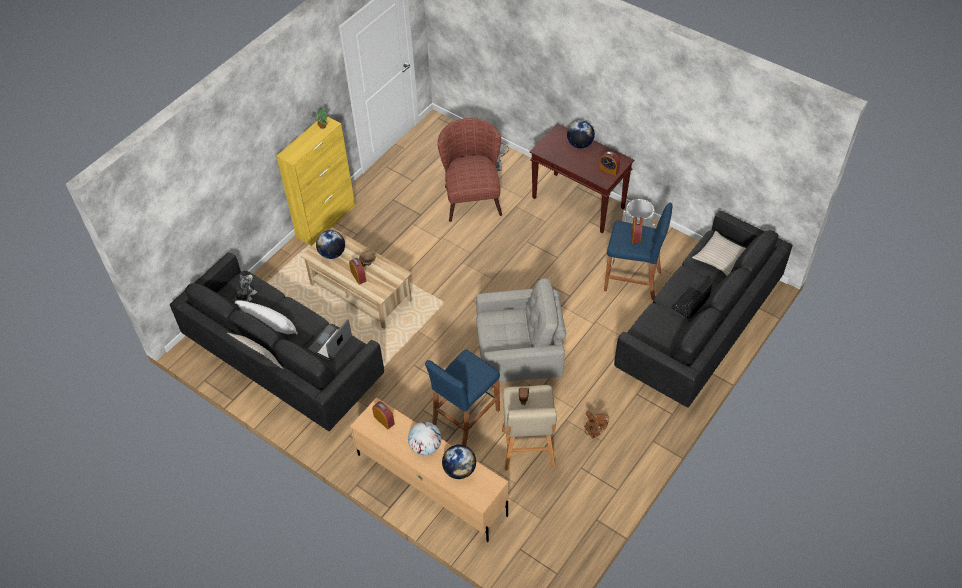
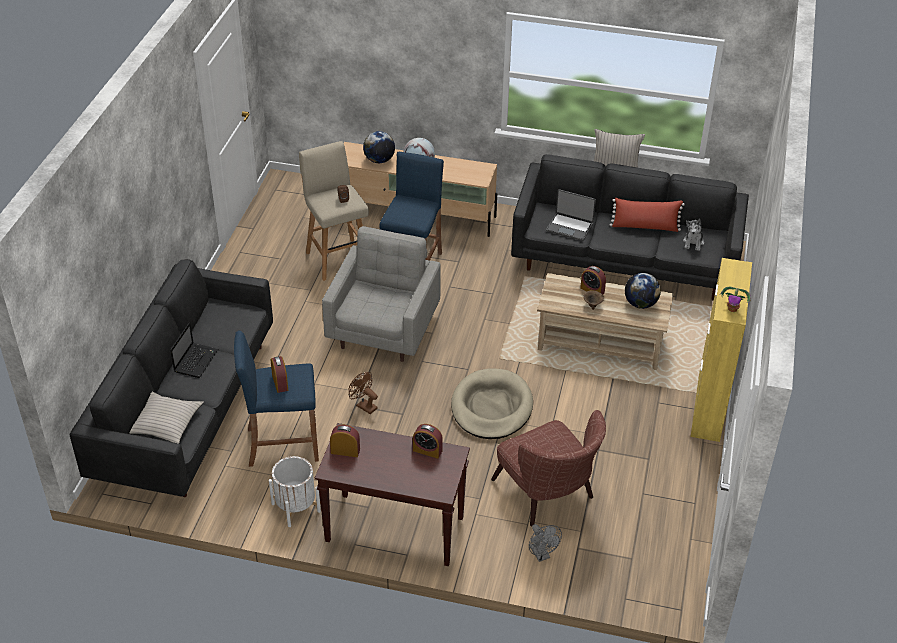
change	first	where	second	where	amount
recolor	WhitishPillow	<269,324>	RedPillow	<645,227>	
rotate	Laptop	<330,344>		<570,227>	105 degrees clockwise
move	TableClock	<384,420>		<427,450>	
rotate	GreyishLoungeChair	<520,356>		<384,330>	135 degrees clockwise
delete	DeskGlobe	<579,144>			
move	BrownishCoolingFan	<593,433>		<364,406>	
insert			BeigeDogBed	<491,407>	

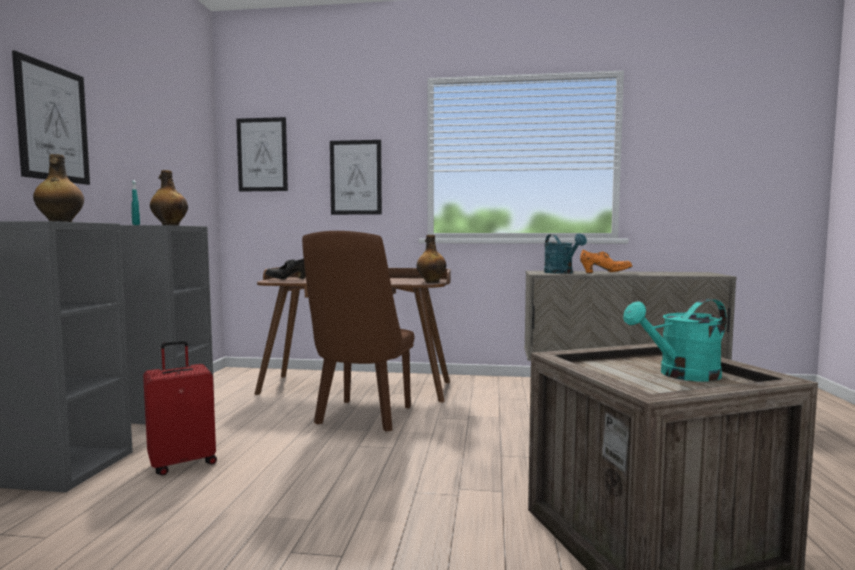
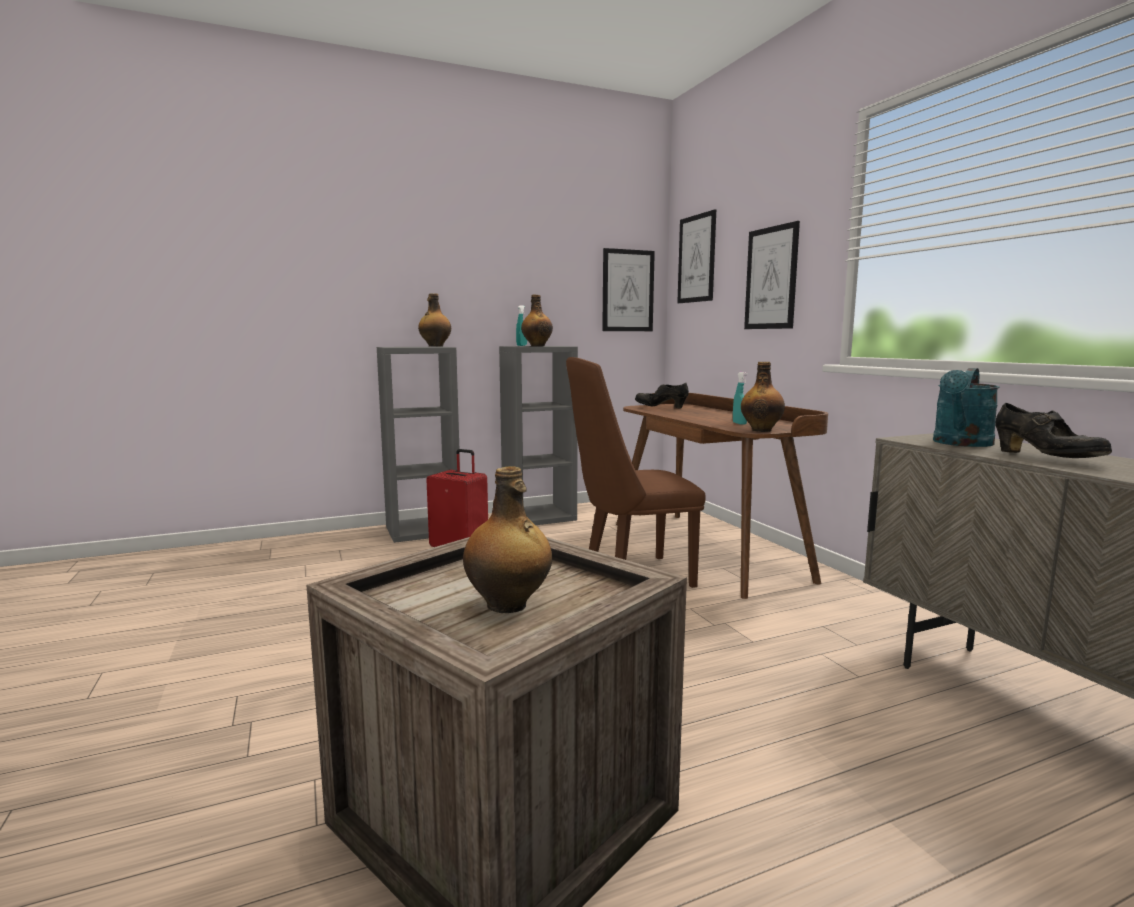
change	first	where	second	where	amount
move	Picture	<53,123>		<628,291>	
recolor	OrangeColouredItemOfFootwear	<605,273>	BlackItemOfFootwear	<1045,458>	
replace	TurquoiseWateringCan	<681,375>	DrinkBottle	<508,605>	
insert			TurquoiseSprayer	<739,423>	

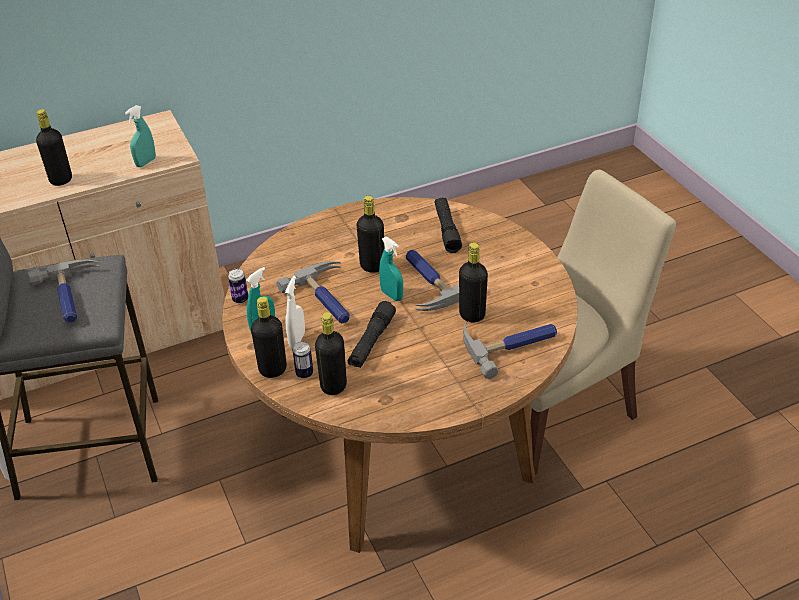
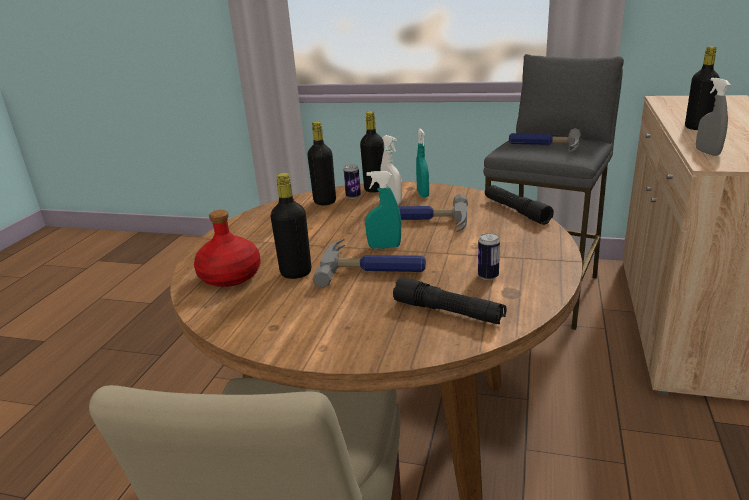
change	first	where	second	where	amount
recolor	TurquoiseSprayer	<146,162>	GreyishSprayer	<707,152>	
move	Can	<240,299>		<488,276>	
move	BlackTorch	<371,341>		<516,211>	
delete	BlackDrinkBottle	<372,266>			
replace	ToolHammer	<511,344>	RedDrinkBottle	<231,276>	

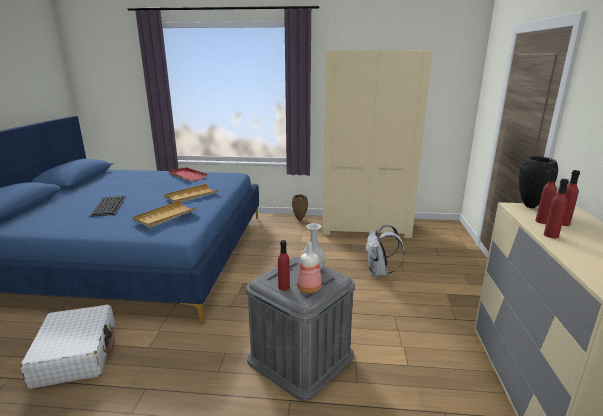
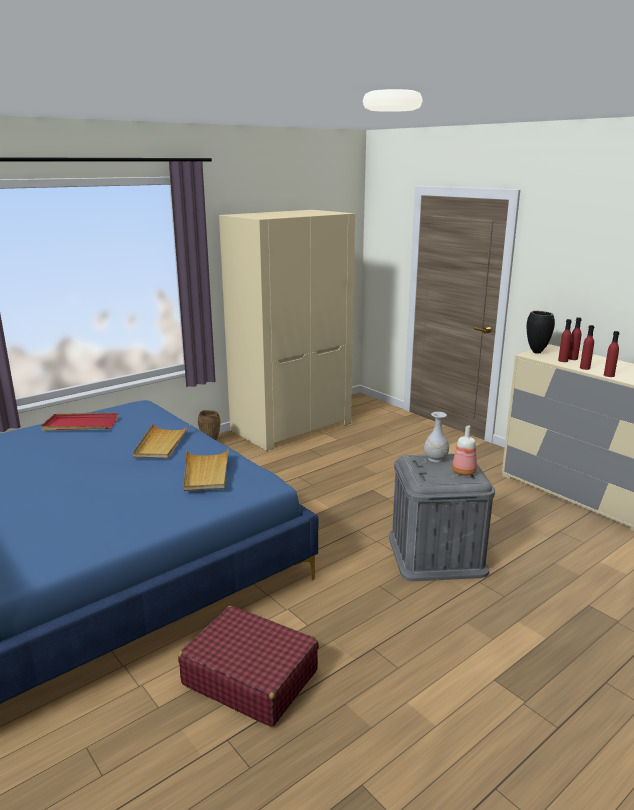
change	first	where	second	where	amount
recolor	WhitishTravelCase	<76,354>	RedTravelCase	<250,677>	
delete	ComputerKeyboard	<108,205>			
move	RedDrinkBottle	<284,287>		<609,375>	
delete	WhitishBackpack	<379,272>			

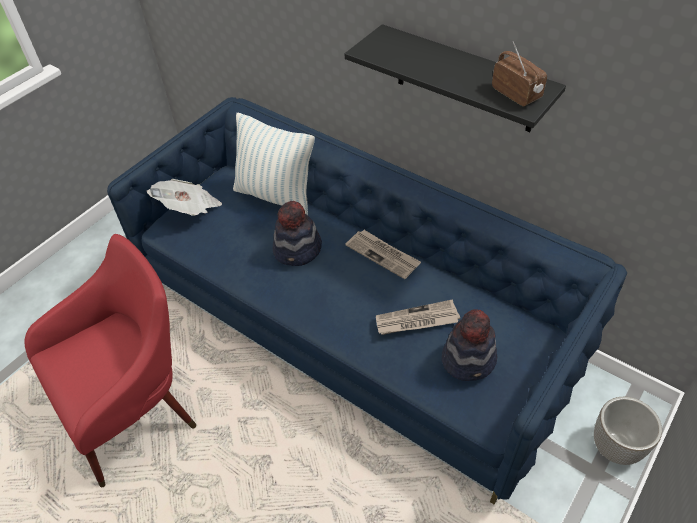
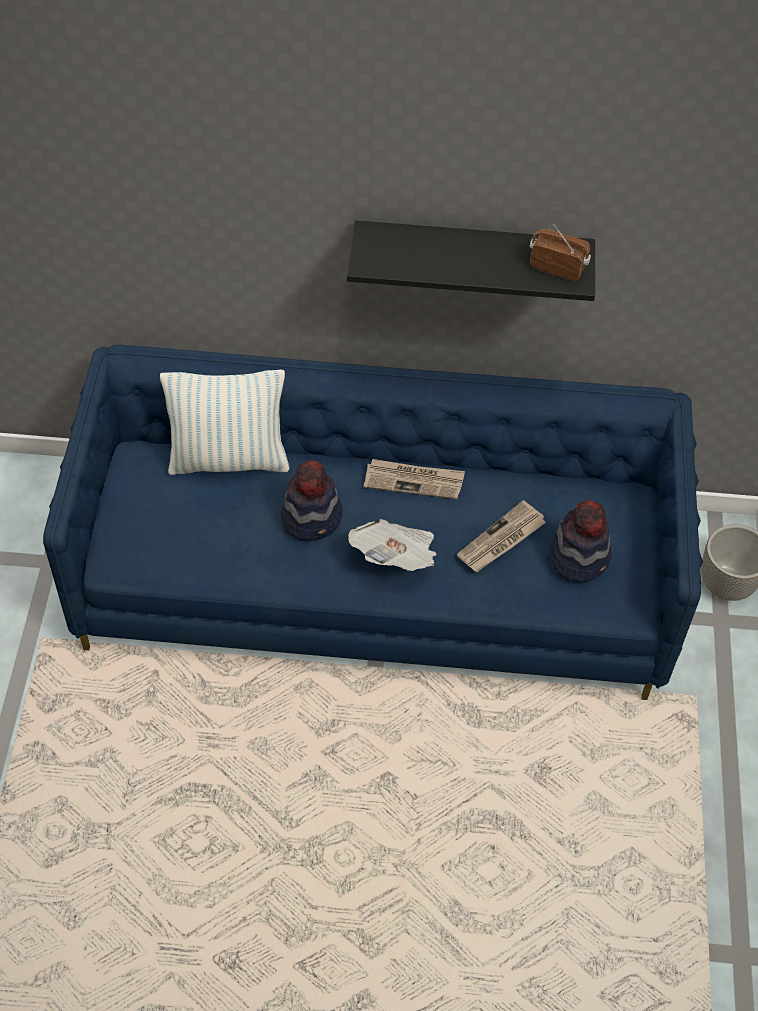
change	first	where	second	where	amount
delete	RedLoungeChair	<137,411>			
move	PrintedPaper	<189,208>		<396,558>	

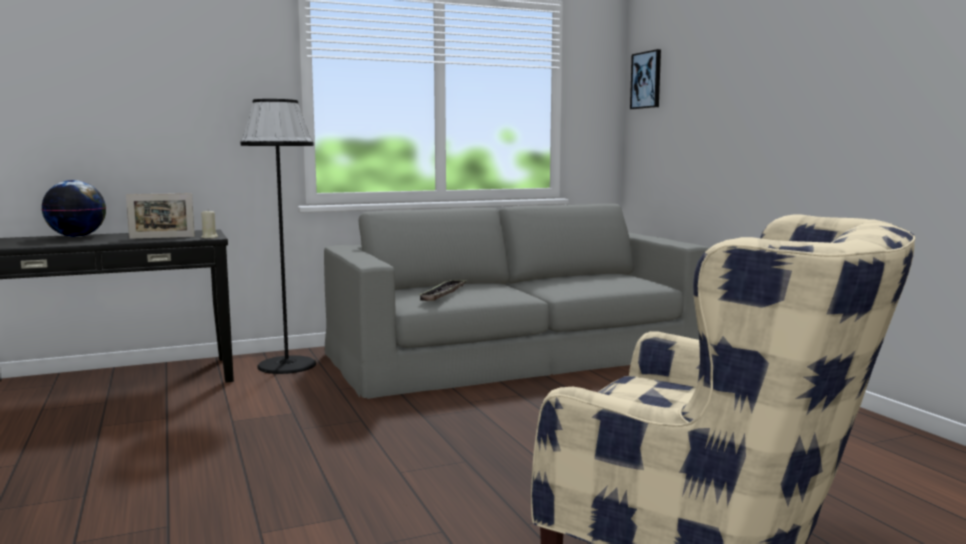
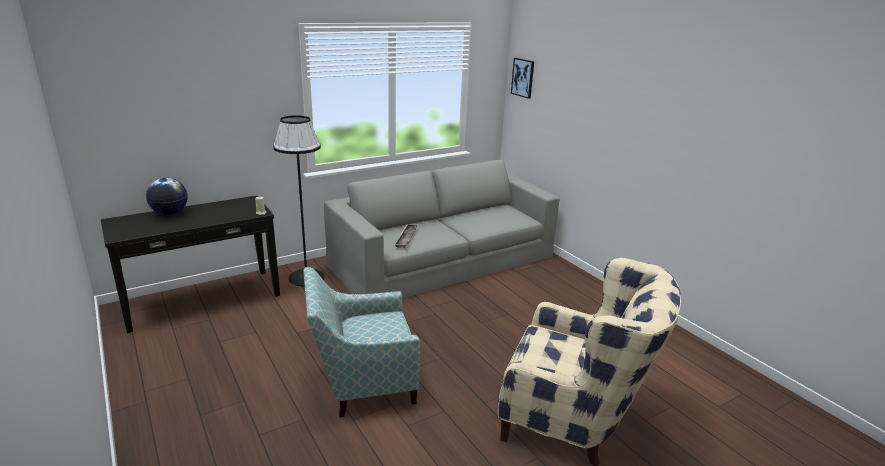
change	first	where	second	where	amount
delete	StandingFrame	<162,237>			
insert			LoungeChair	<361,383>	

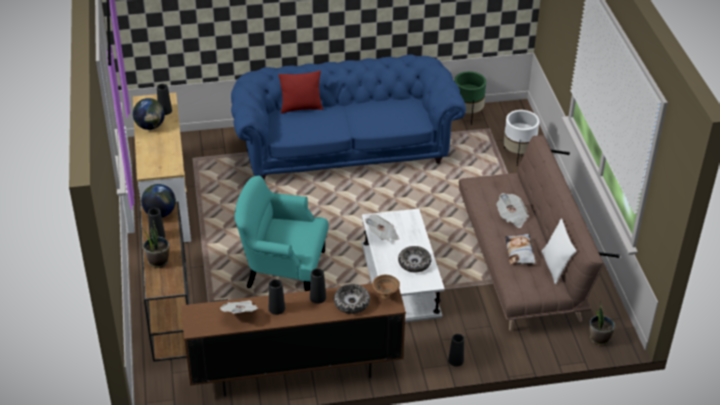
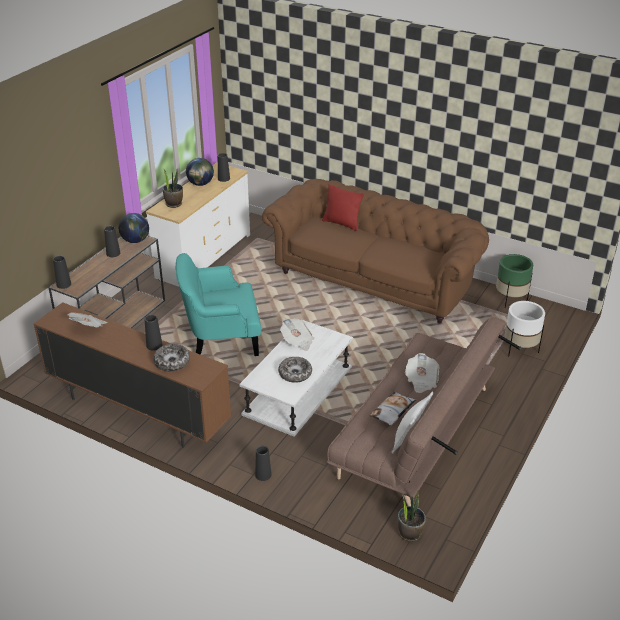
change	first	where	second	where	amount
move	Houseplant	<158,261>		<174,204>	
recolor	BlueSettee	<344,148>	BrownishSettee	<375,279>	
rotate	TurquoiseLoungeChair	<283,270>		<221,339>	60 degrees counterclockwise
move	BlackVase	<276,308>		<63,284>	
delete	BrownishServingBowl	<385,295>			

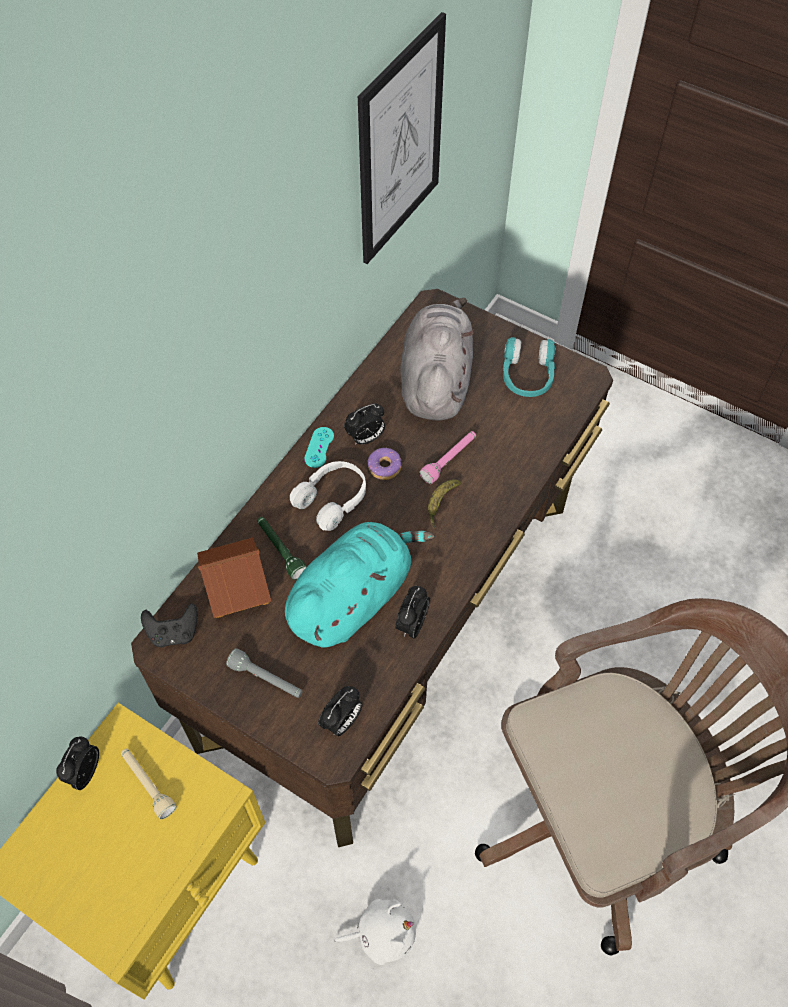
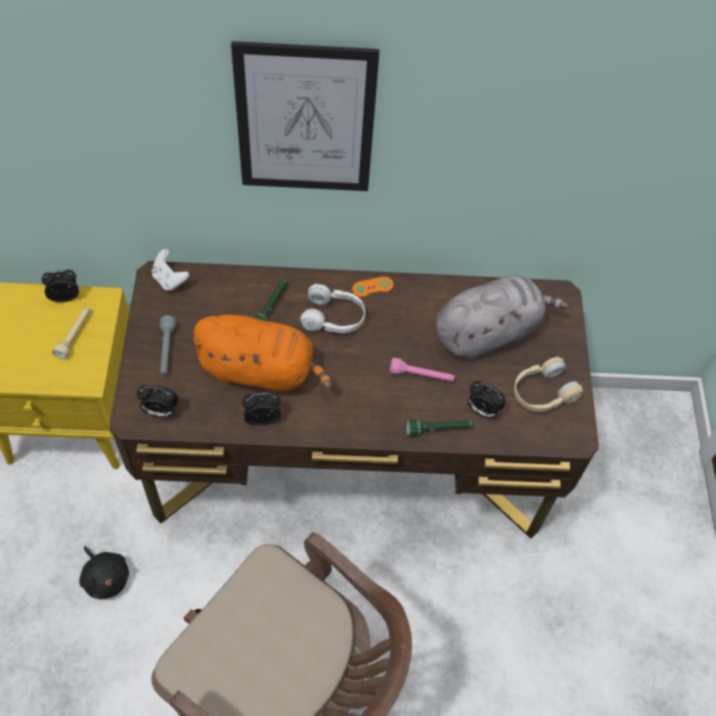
change	first	where	second	where	amount
recolor	BlackJoypad	<174,633>	WhitishJoypad	<169,280>	
delete	MiniatureHouse	<235,585>			
recolor	TurquoisePlushToy	<353,597>	OrangeColouredPlushToy	<261,370>	
recolor	TurquoiseJoypad	<319,447>	OrangeColouredJoypad	<372,287>	
recolor	WhitishPlushToy	<382,934>	BlackPlushToy	<105,577>	
move	TableClock	<365,438>		<482,410>	
move	Picture	<400,143>		<305,120>	
delete	Donut	<385,467>			
delete	Banana	<441,504>			
recolor	TurquoiseHeadphones	<527,376>	BeigeHeadphones	<542,392>	
insert			GreenishTorch	<439,429>	

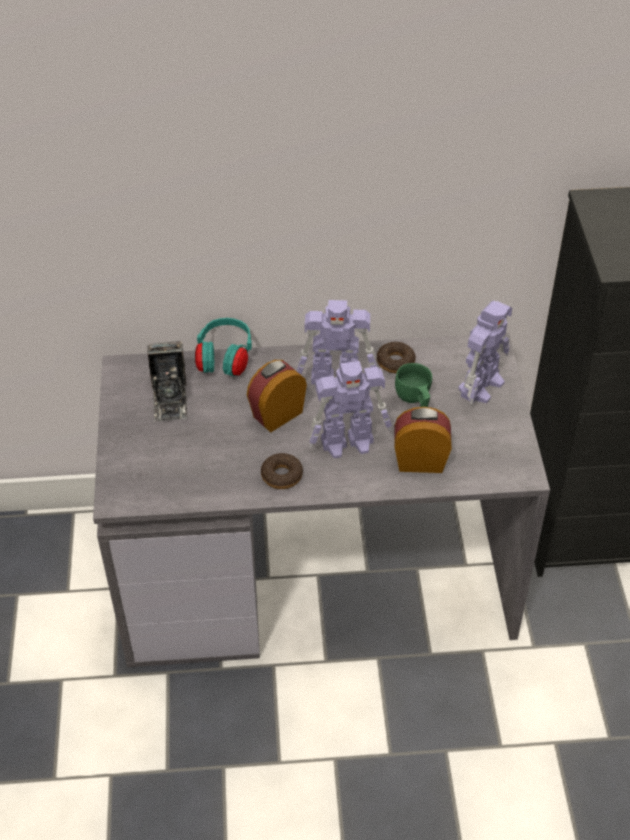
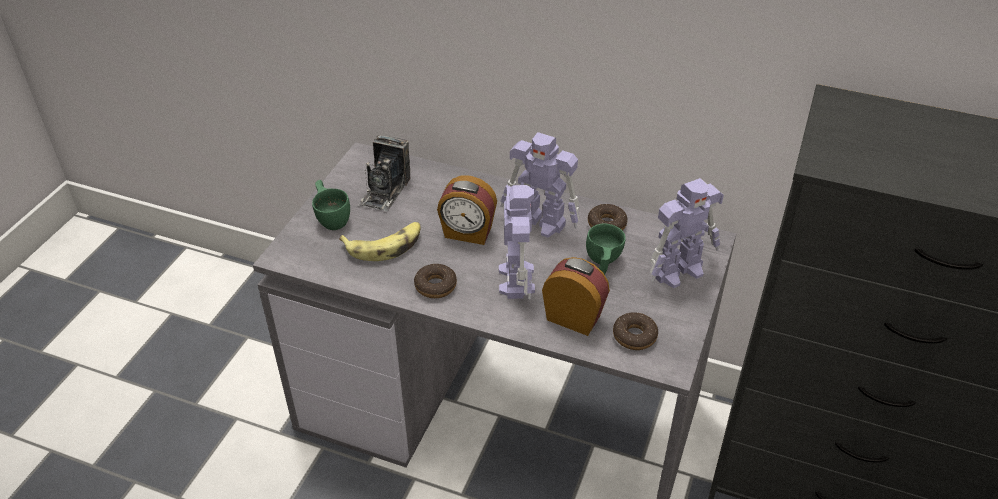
change	first	where	second	where	amount
delete	TurquoiseHeadphones	<225,360>			
rotate	TableClock	<277,414>		<467,233>	150 degrees counterclockwise
rotate	ToyRobot	<349,442>		<516,278>	105 degrees counterclockwise
insert			GreenishDrinkingCup	<332,217>	
insert			Banana	<385,245>	
insert			Donut	<634,336>	

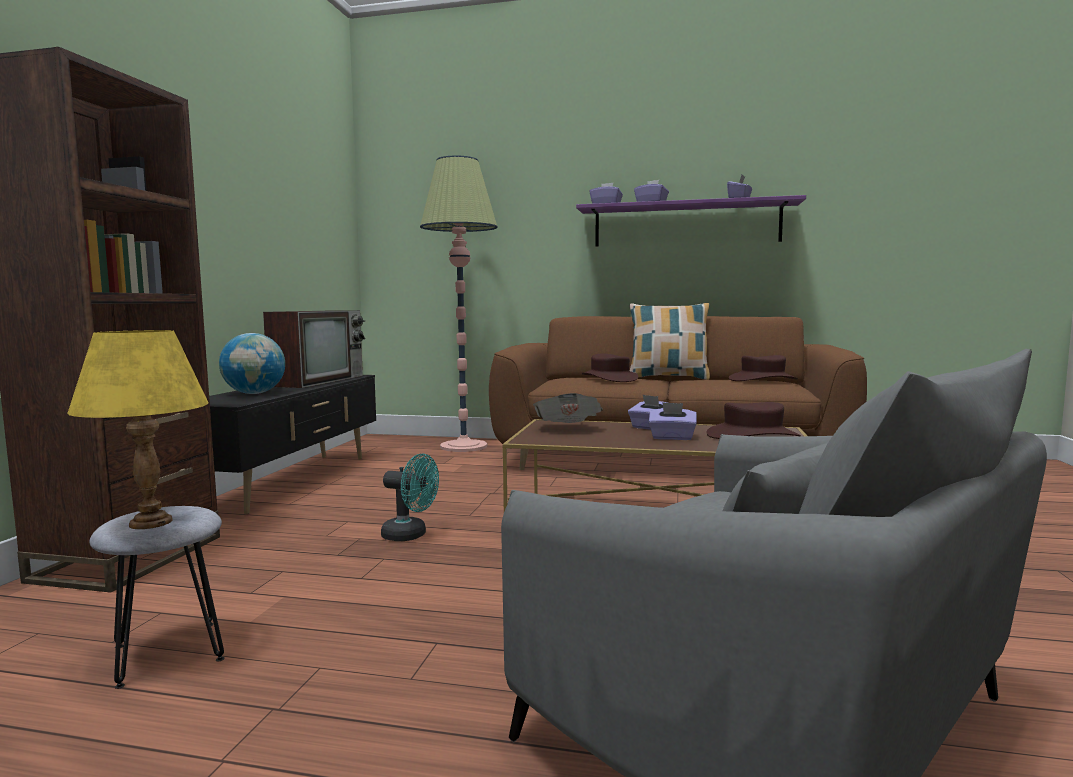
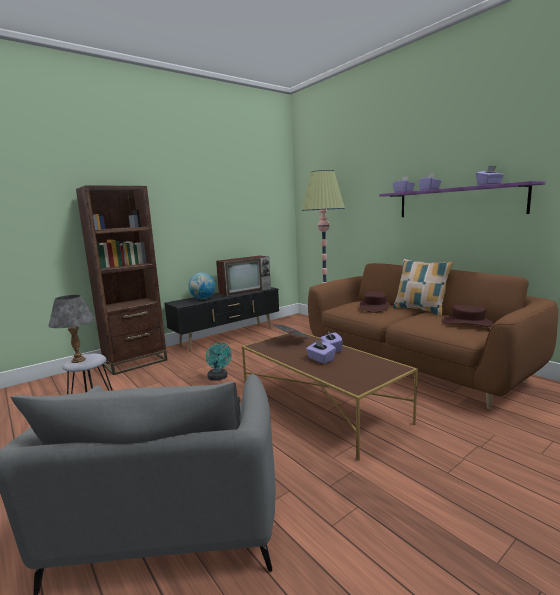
change	first	where	second	where	amount
recolor	YellowTableLamp	<152,522>	GreyishTableLamp	<78,360>	
delete	BrownishClothingHat	<752,435>			

